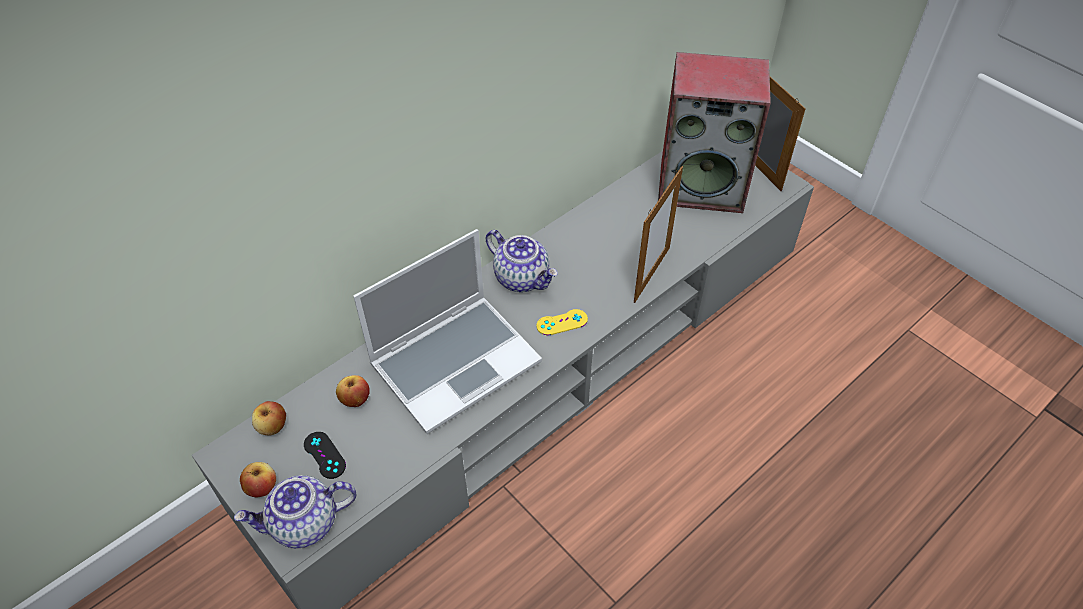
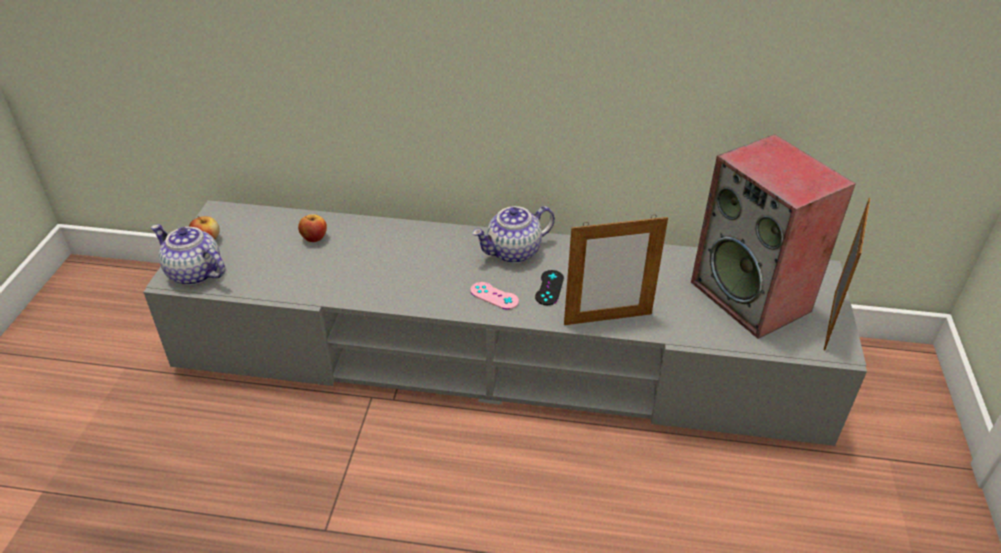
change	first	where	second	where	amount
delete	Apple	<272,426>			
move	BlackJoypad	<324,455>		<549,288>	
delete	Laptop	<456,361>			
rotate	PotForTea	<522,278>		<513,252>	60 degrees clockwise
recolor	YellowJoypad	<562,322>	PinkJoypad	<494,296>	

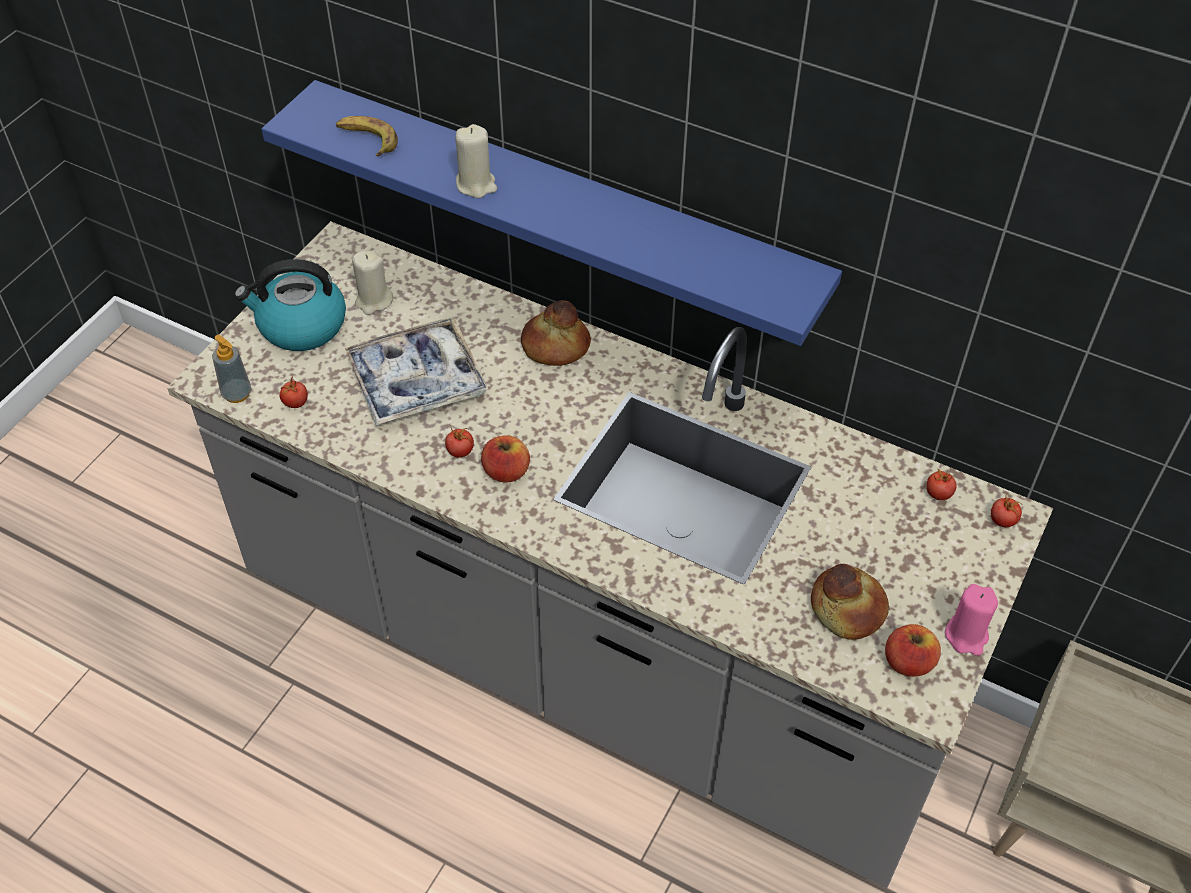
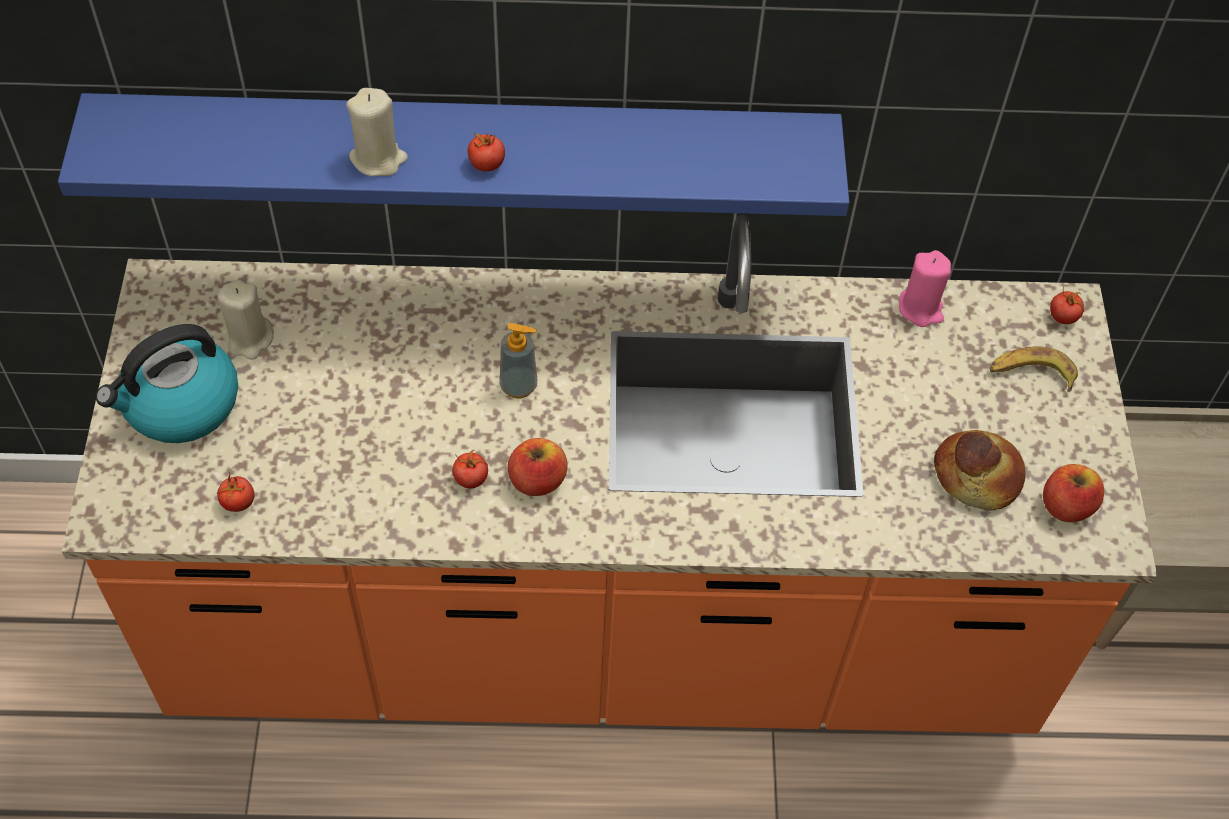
change	first	where	second	where	amount
recolor	GreyishKitchenCounter	<594,655>	OrangeColouredKitchenCounter	<603,629>	
move	SoapDispenser	<237,394>		<518,386>	
move	Banana	<367,140>		<1031,374>	
delete	Tray	<417,380>			
delete	BakedBread	<555,347>			
move	FreshTomato	<938,493>		<487,164>	
move	PinkWaxLight	<966,635>		<921,308>	

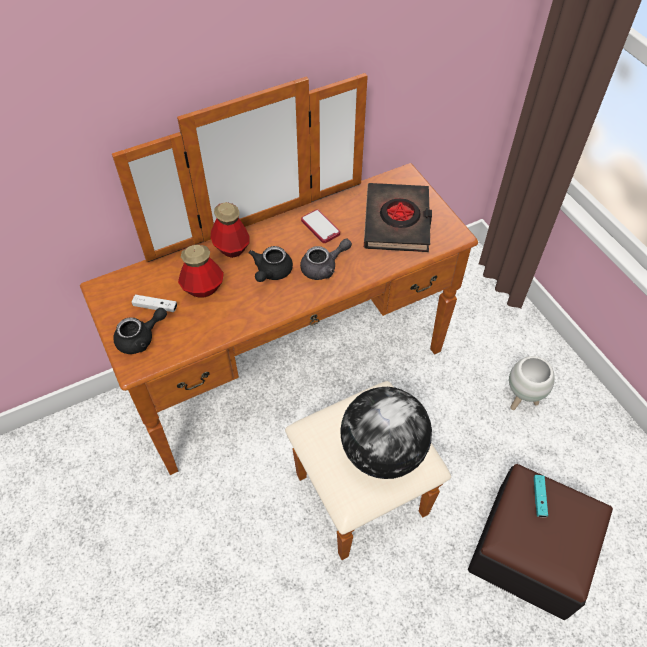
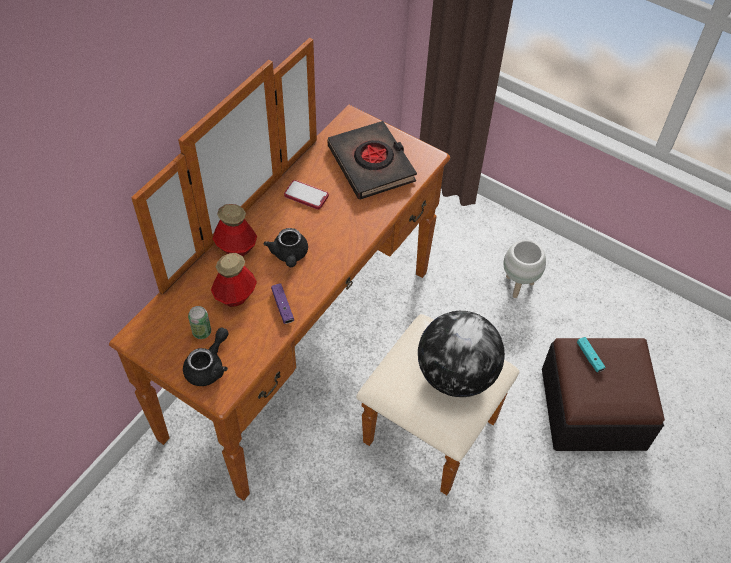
change	first	where	second	where	amount
replace	WhitishJoypad	<155,307>	Can	<202,332>	
delete	GreyishPotForTea	<324,267>			
insert			PurpleColouredJoypad	<282,307>	

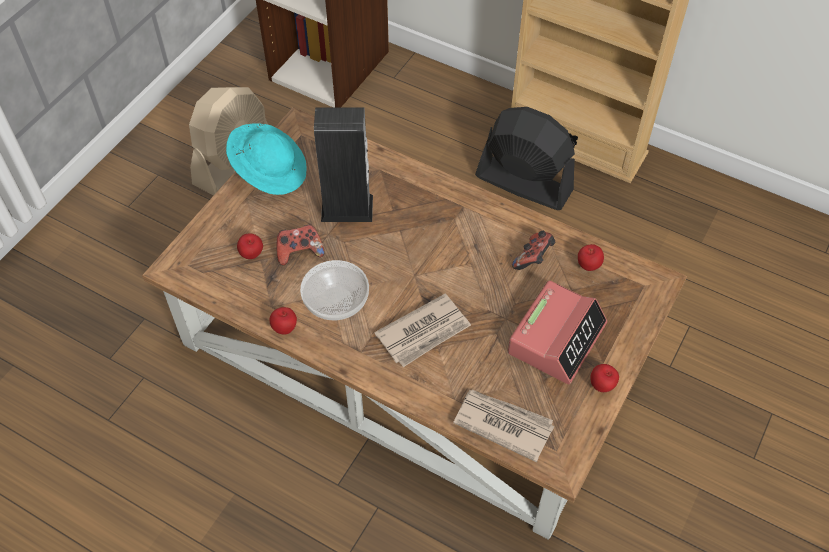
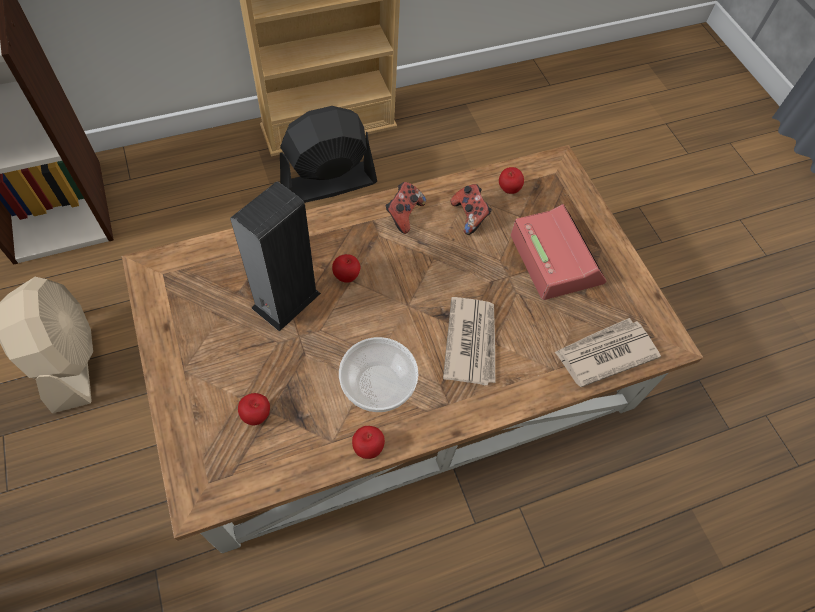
change	first	where	second	where	amount
delete	TurquoiseClothingHat	<269,171>			
move	Joypad	<299,252>		<404,214>	
move	Apple	<602,386>		<347,276>	

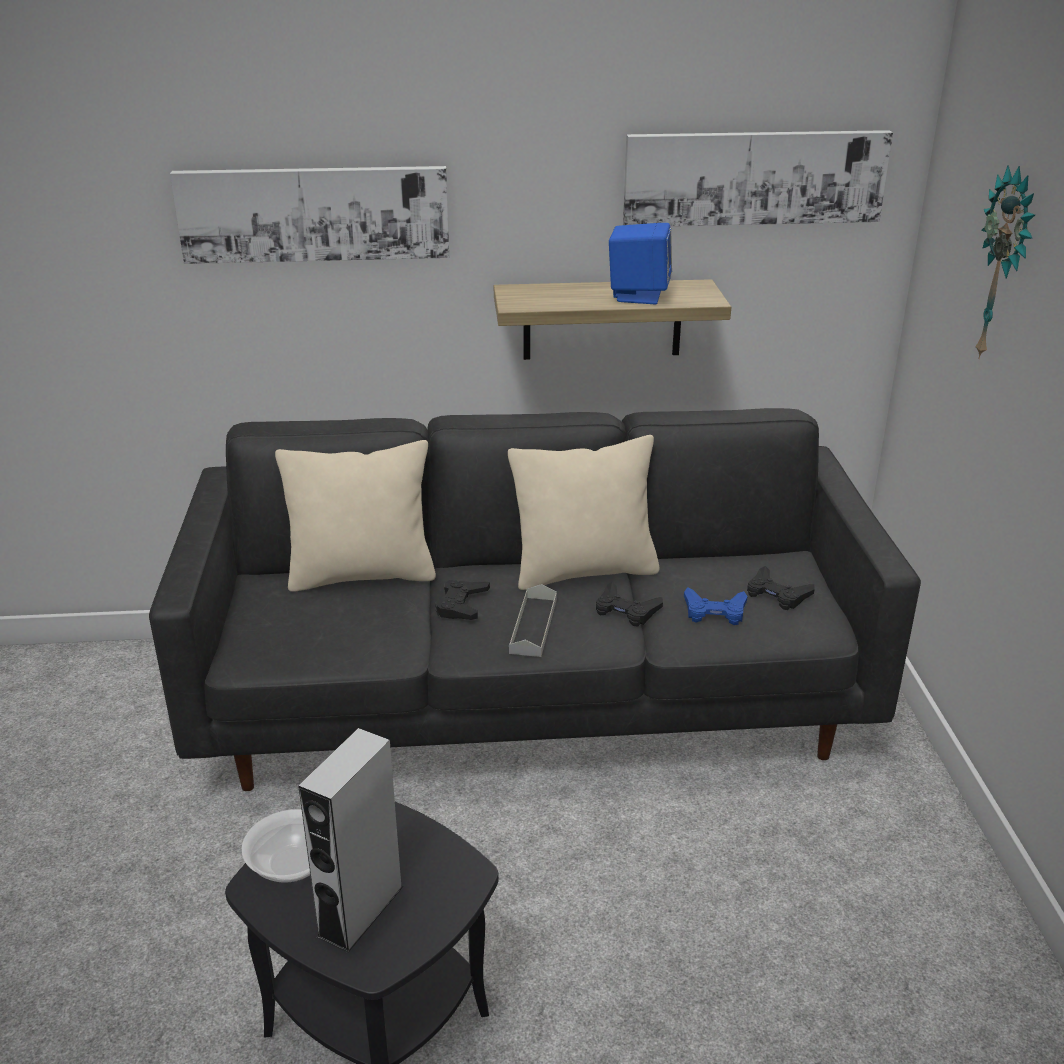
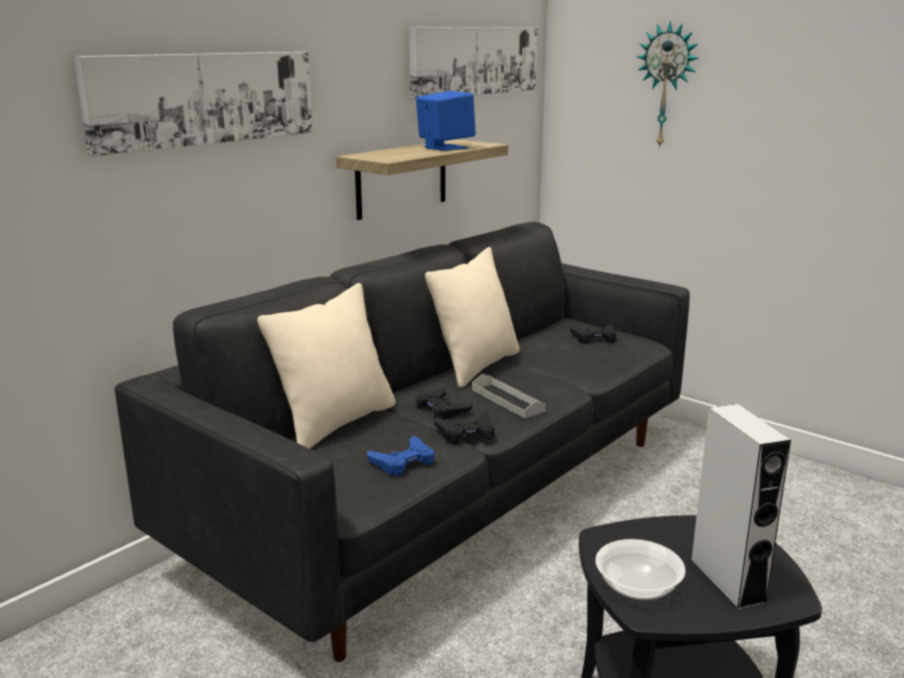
change	first	where	second	where	amount
move	BlackJoypad	<626,610>		<466,433>	
move	BlueJoypad	<714,612>		<403,462>	

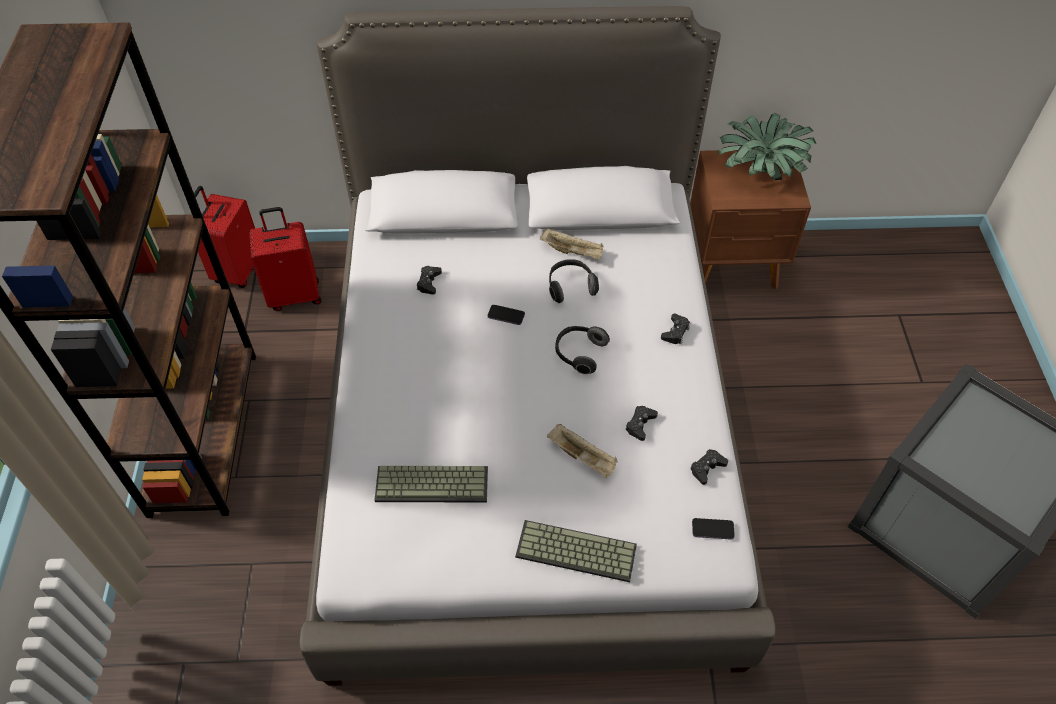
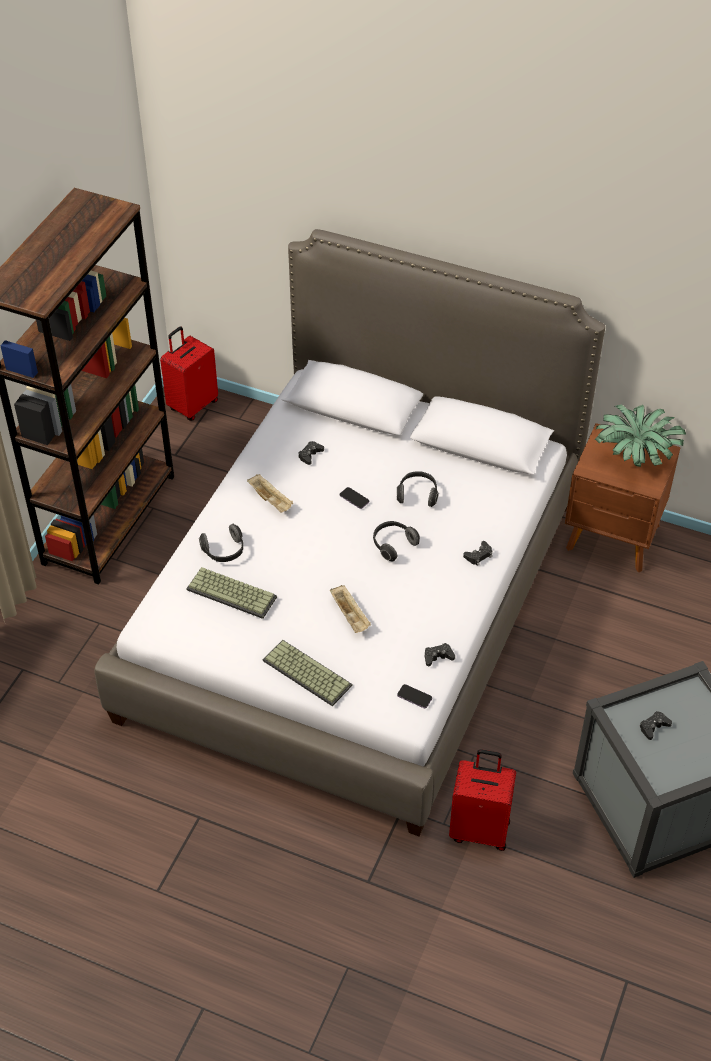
change	first	where	second	where	amount
move	RedTravelCase	<295,295>		<480,829>	
move	BeigeTray	<572,251>		<271,500>	
move	BlackJoypad	<640,424>		<653,727>	
insert			Headphones	<224,551>	

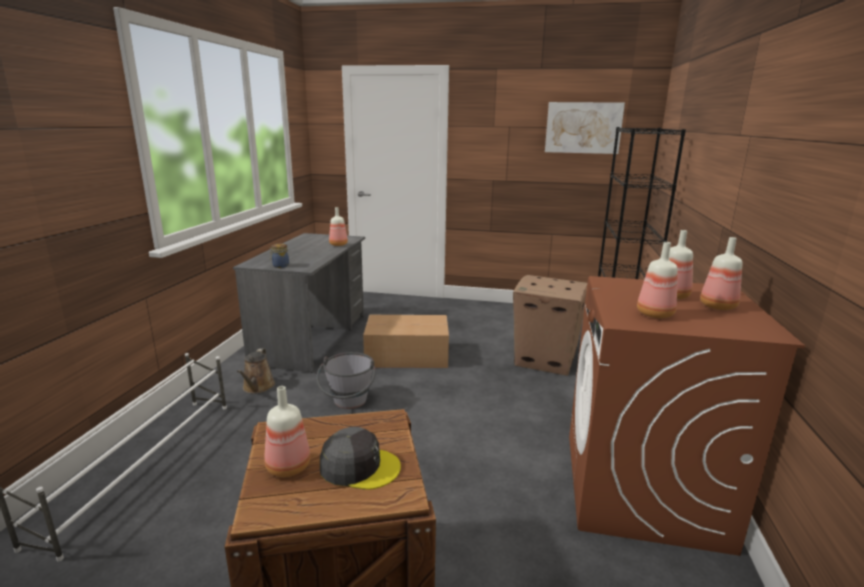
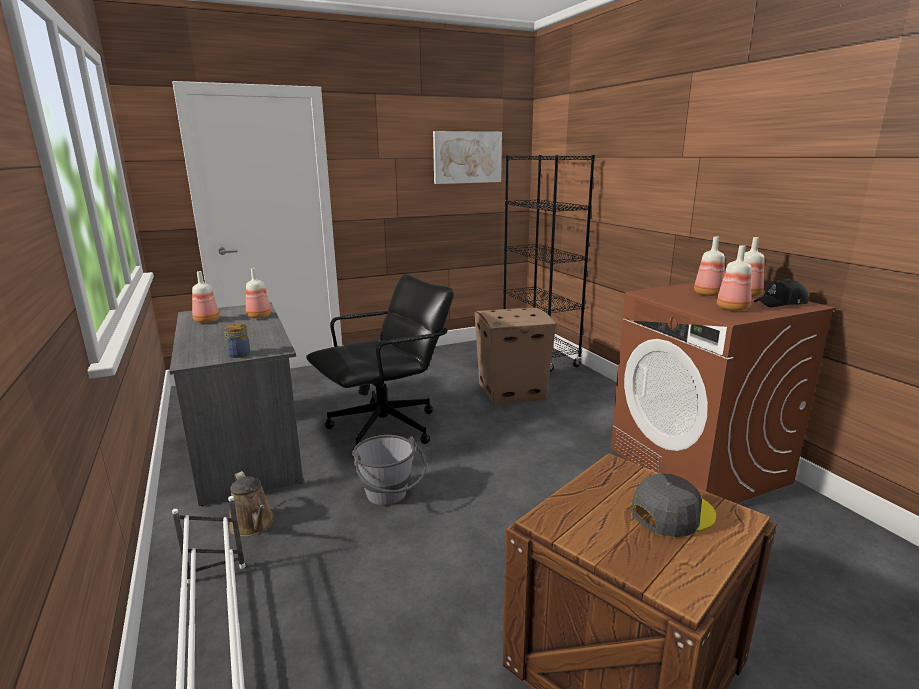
change	first	where	second	where	amount
move	DrinkBottle	<287,467>		<206,321>	
replace	CardboardBox	<408,356>	BlackOfficeChair	<386,428>	
insert			BlackCap	<781,303>	

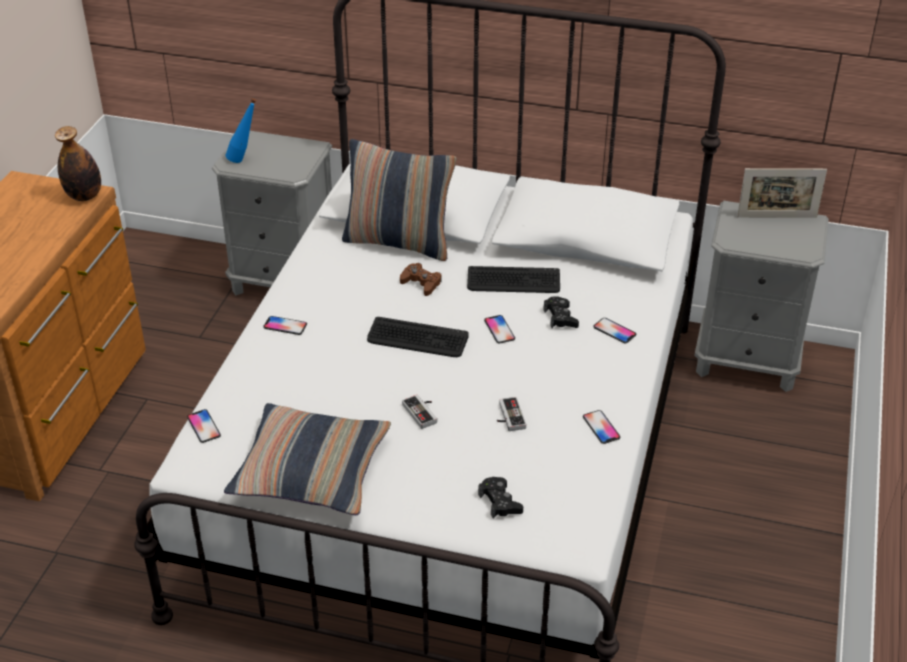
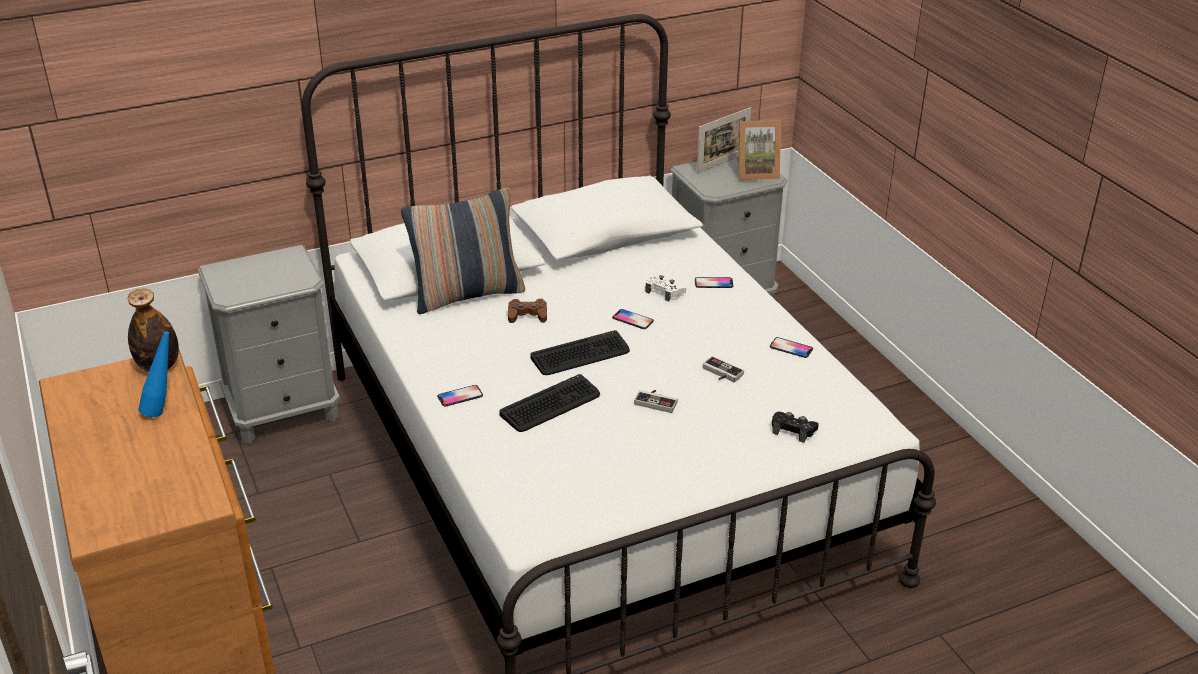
change	first	where	second	where	amount
delete	Telephone	<203,427>			
delete	Pillow	<311,471>			
move	BlueDrinkBottle	<244,160>		<164,409>	
move	ComputerKeyboard	<513,281>		<551,405>	
recolor	BlackJoypad	<560,318>	WhitishJoypad	<664,292>	
insert			StandingFrame	<756,172>	

